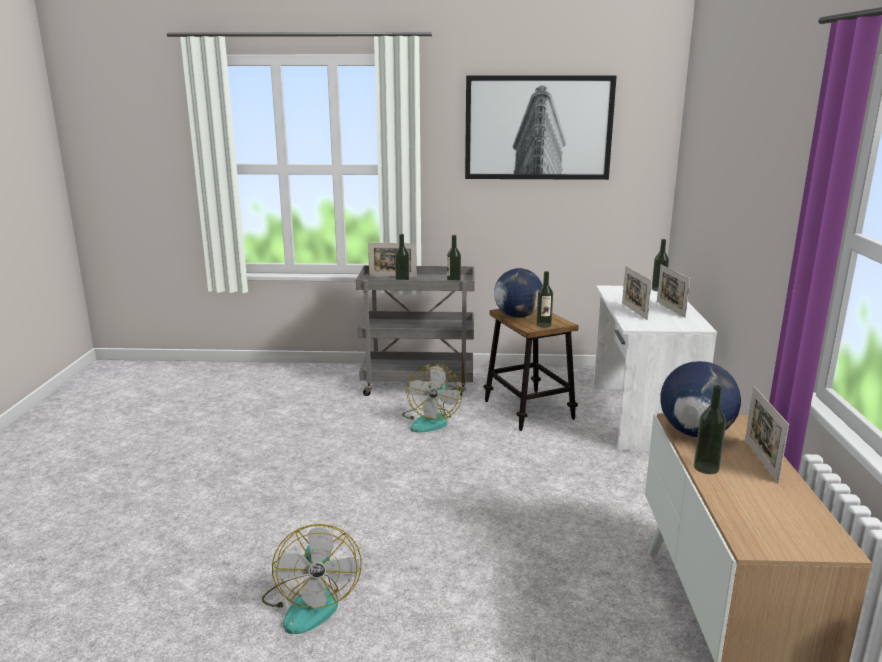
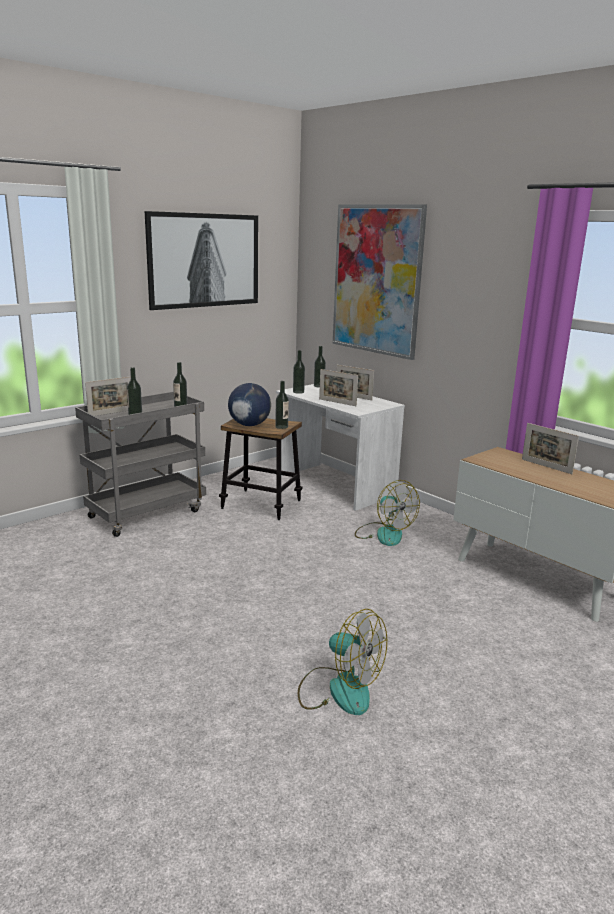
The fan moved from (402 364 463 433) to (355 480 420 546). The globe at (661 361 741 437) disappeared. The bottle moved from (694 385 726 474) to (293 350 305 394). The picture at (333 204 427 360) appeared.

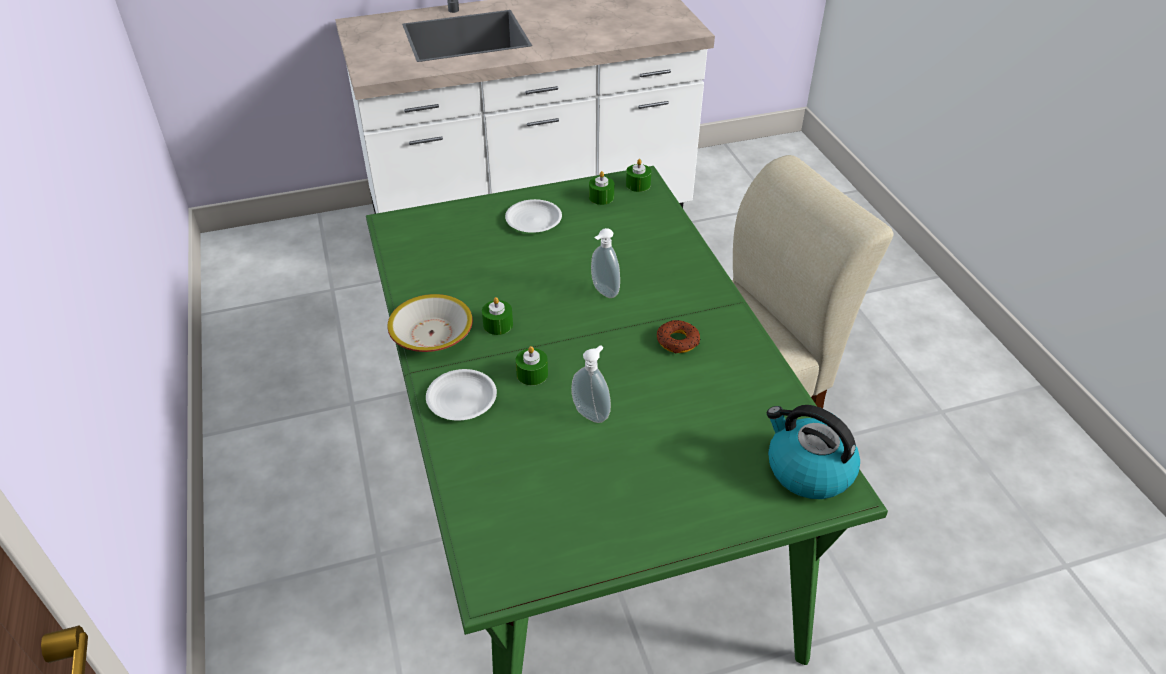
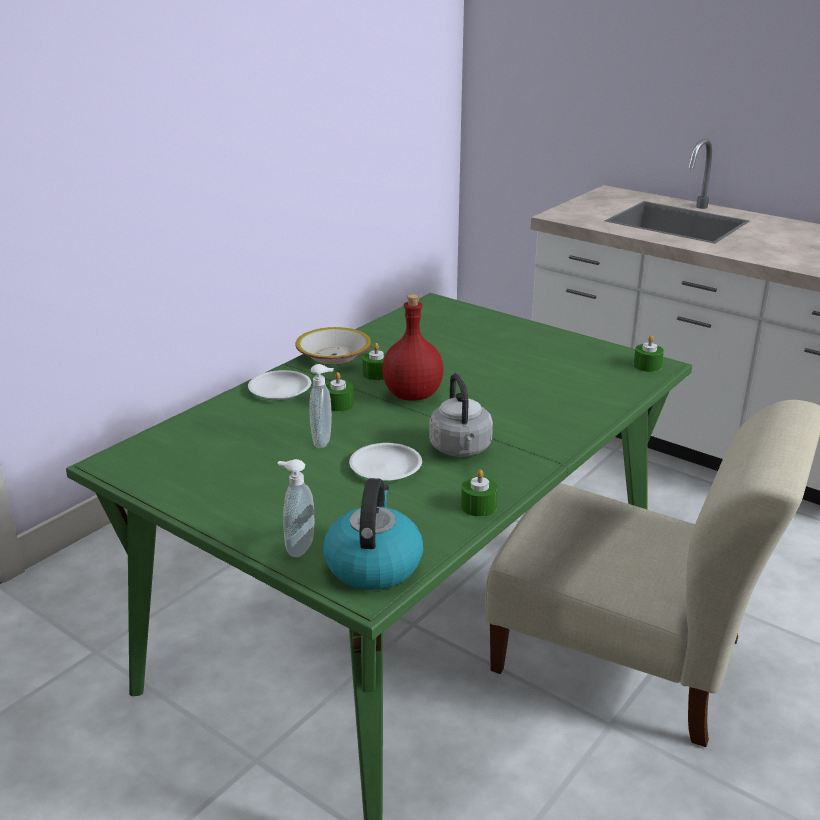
The white plate moved from (505 199 562 233) to (349 443 422 481). The green candle moved from (589 171 614 205) to (461 469 498 517). The soap dispenser moved from (591 228 620 298) to (278 459 315 557). The donut at (657 320 700 353) was replaced by the grey kettle at (429 373 493 457). The red bottle at (382 294 444 401) appeared.

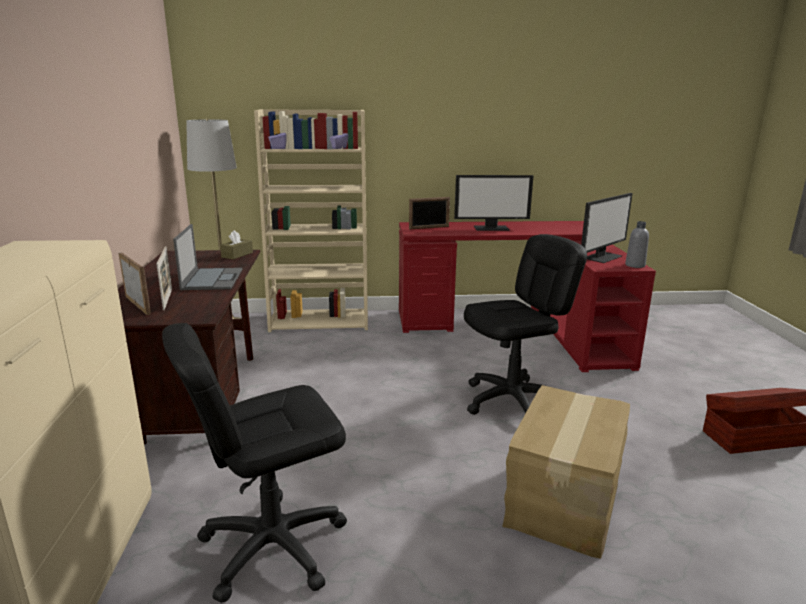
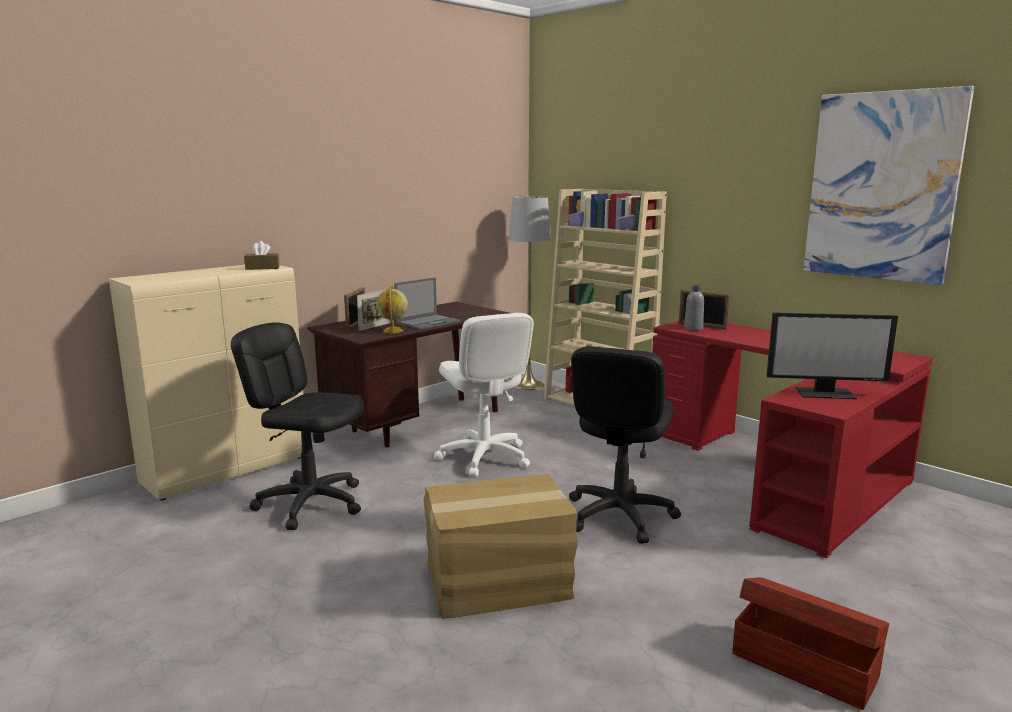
The brown tissue box moved from (220 230 253 259) to (244 241 279 270). The monitor at (454 175 534 231) disappeared. The black office chair at (464 234 587 415) turned 90 degrees clockwise. The grey bottle moved from (625 221 649 268) to (684 285 704 331). The globe at (376 284 408 333) appeared. The white office chair at (434 313 534 477) appeared. The picture at (803 86 974 285) appeared.

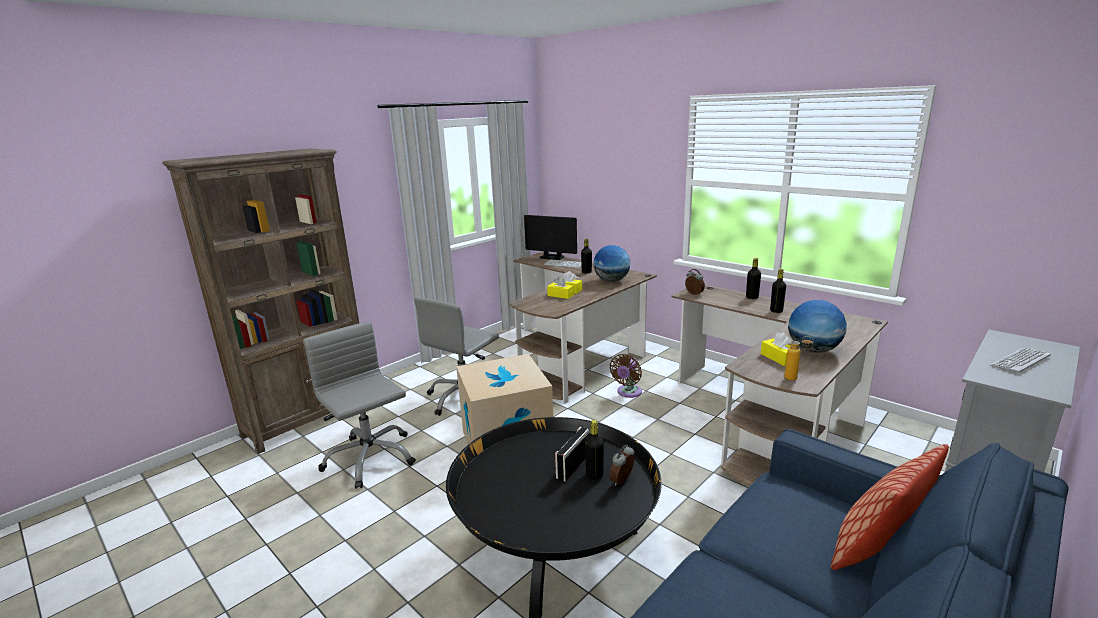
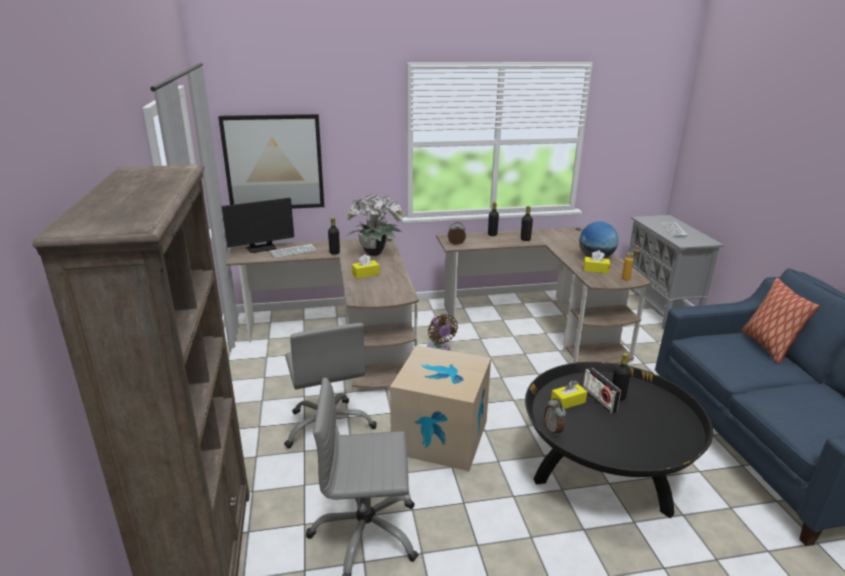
The yellow tissue box moved from (547 276 574 299) to (551 380 587 409). The globe at (593 245 630 282) was replaced by the potted plant at (344 194 406 256). The alarm clock moved from (610 445 634 486) to (544 398 566 436). The picture at (218 114 324 209) appeared.

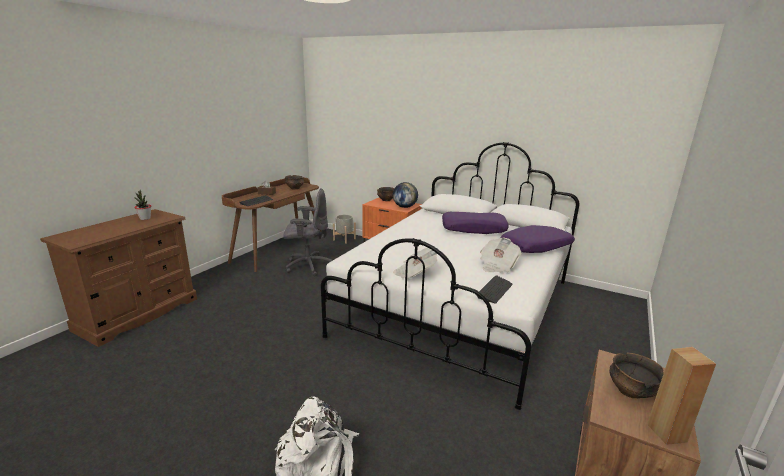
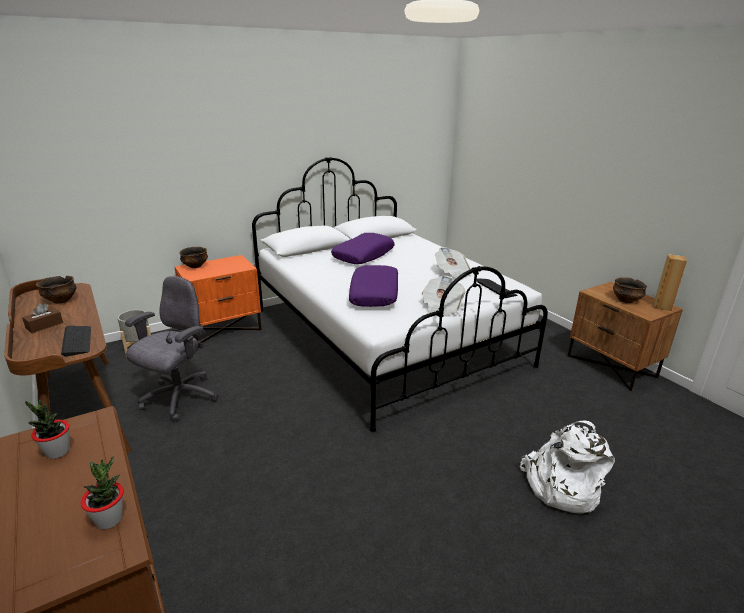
The globe at (393 182 418 208) disappeared. The purple pillow moved from (501 225 575 253) to (349 265 398 307). The potted plant at (81 456 124 529) appeared.

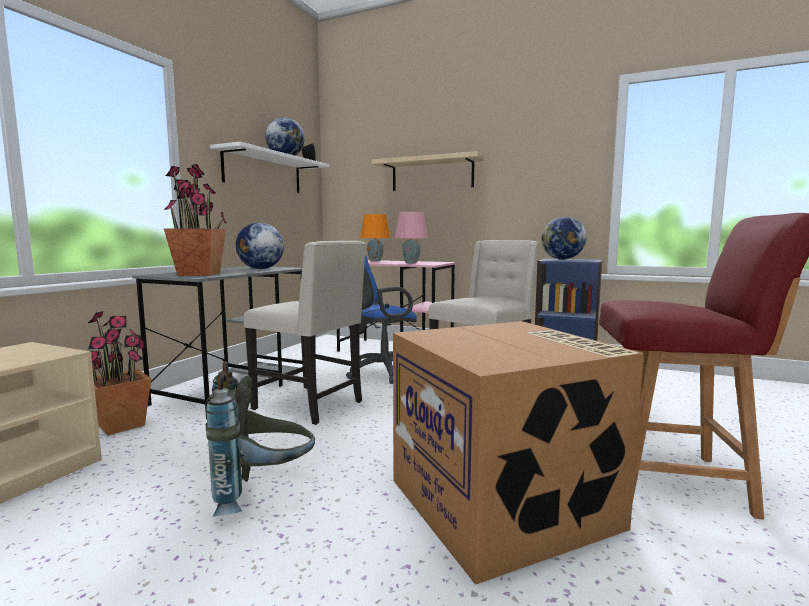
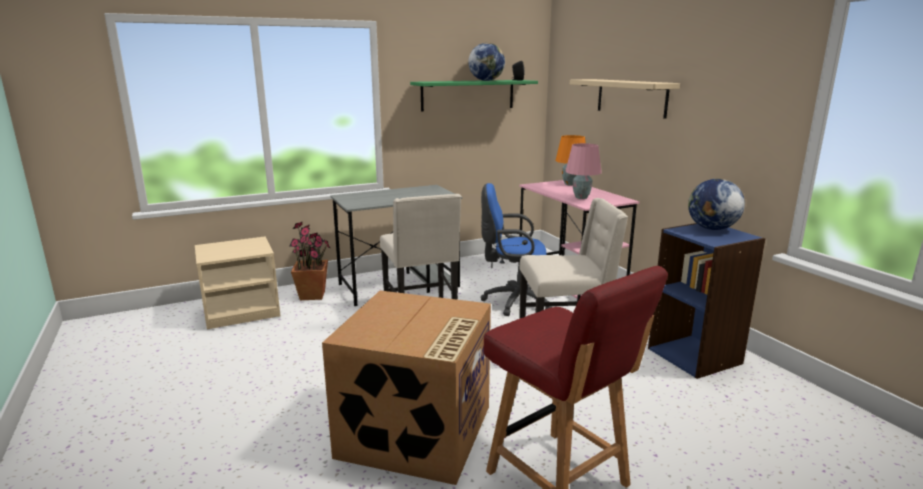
The potted plant at (163 164 226 276) disappeared. The grey backpack at (206 361 315 516) disappeared. The white shelf at (210 142 330 193) became the green shelf at (410 80 538 112). The globe at (235 222 284 269) disappeared.

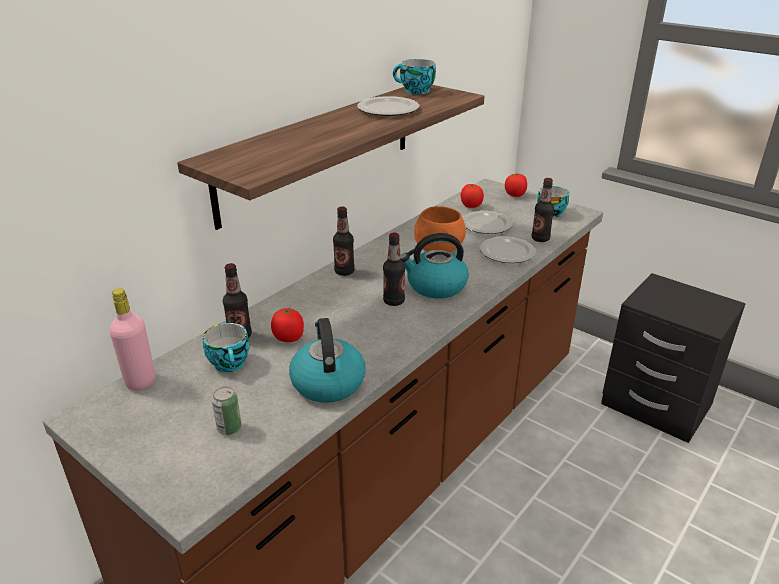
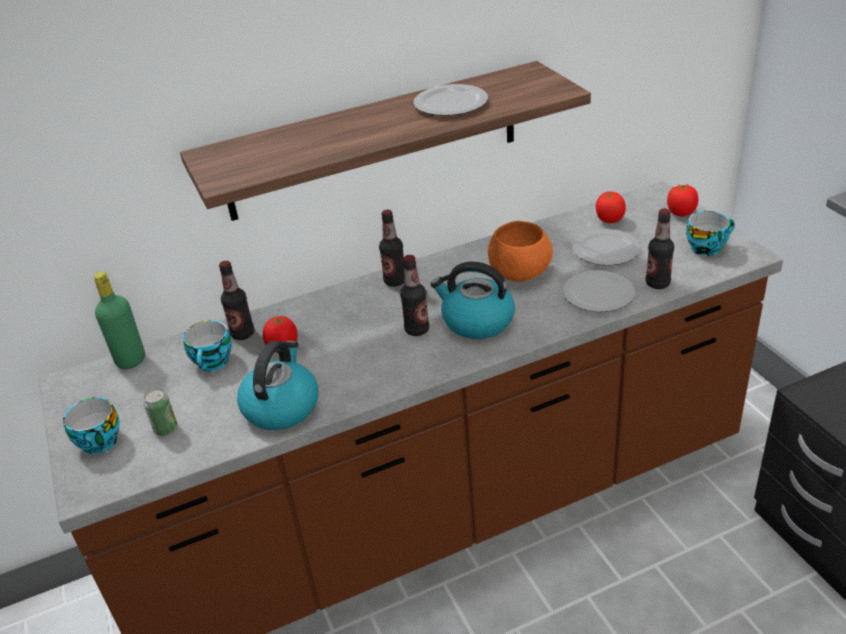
The pink bottle at (110 288 155 391) became the green bottle at (94 272 145 369). The cup moved from (393 59 436 94) to (63 397 120 454).

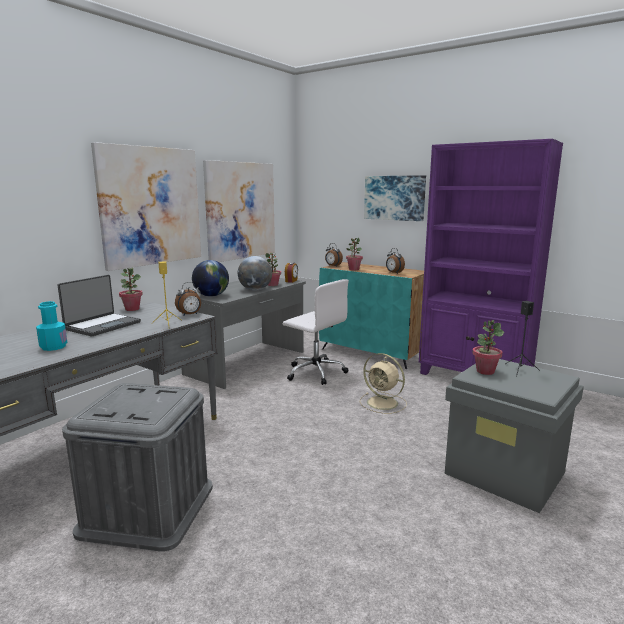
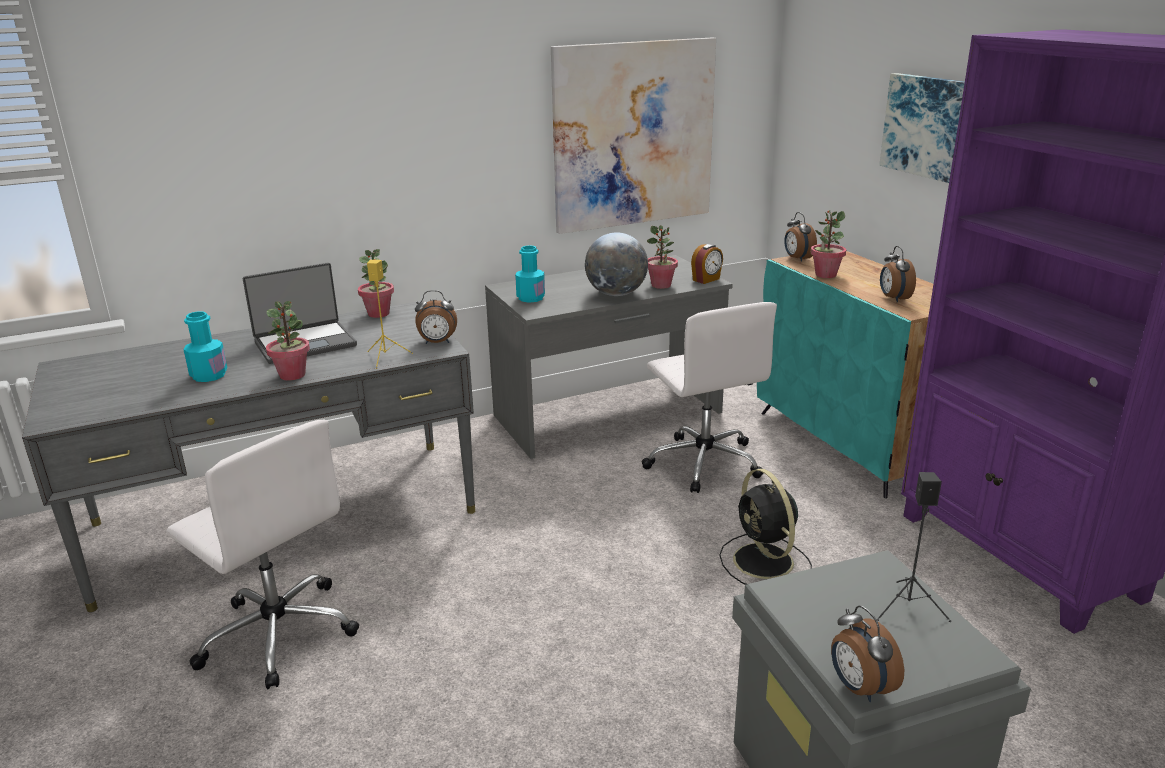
The grey storage box at (62 383 213 551) was replaced by the white office chair at (166 420 359 689). The picture at (91 142 201 271) disappeared. The globe at (192 260 229 297) was replaced by the turquoise bottle at (515 245 545 303). The beige fan at (359 353 407 414) became the black fan at (719 469 812 585). The potted plant moved from (473 320 504 375) to (266 301 310 381). The alarm clock at (831 605 904 702) appeared.

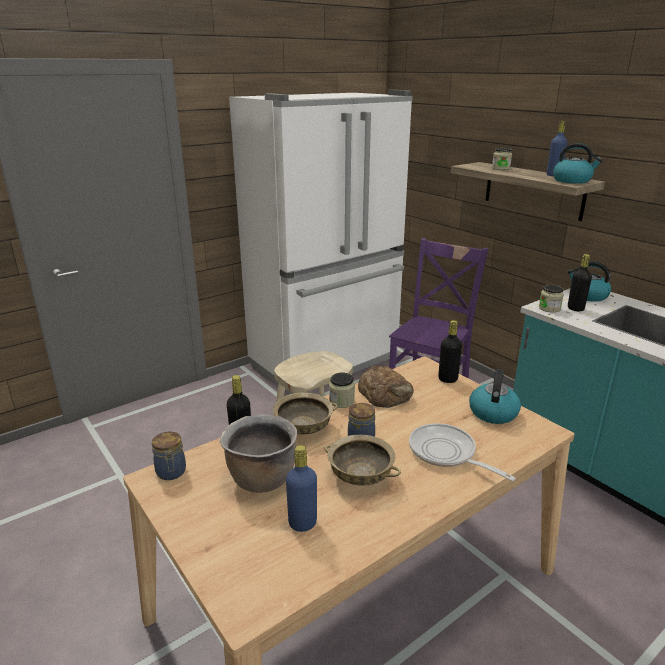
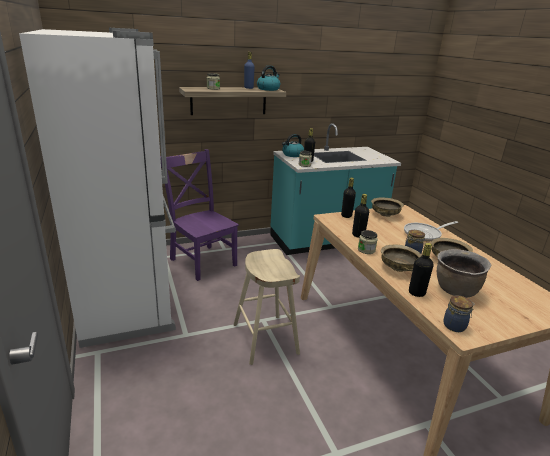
The blue bottle at (286 445 317 532) disappeared. The bread at (358 365 414 408) was replaced by the black bottle at (352 194 369 238). The kettle at (469 369 521 424) was replaced by the beige bowl at (371 197 404 217).

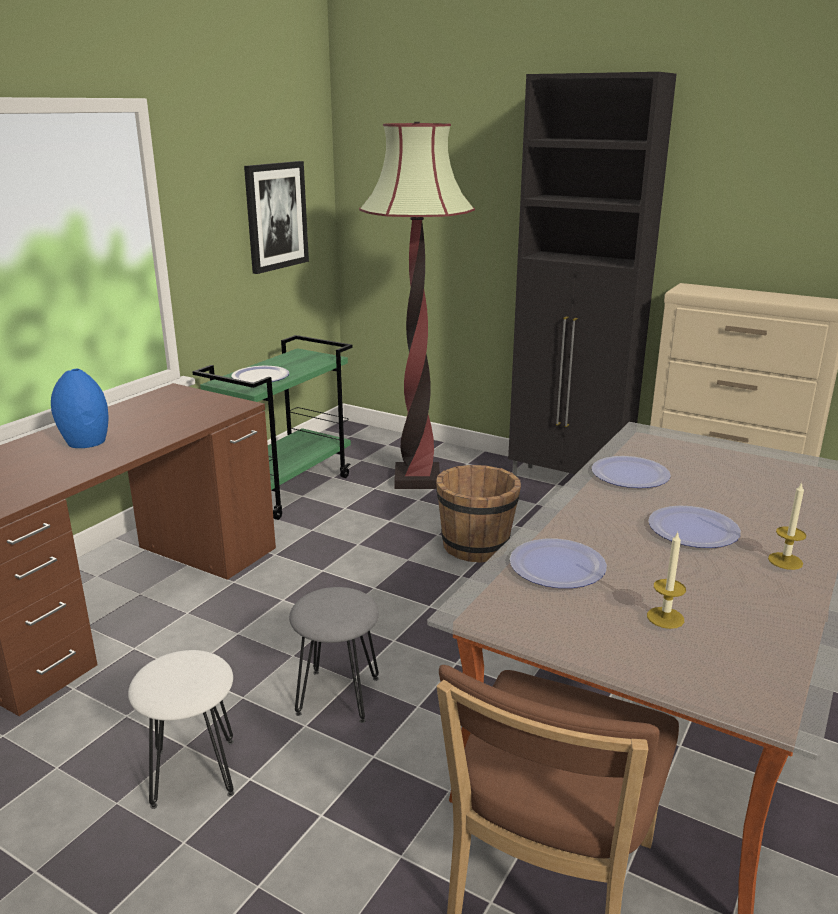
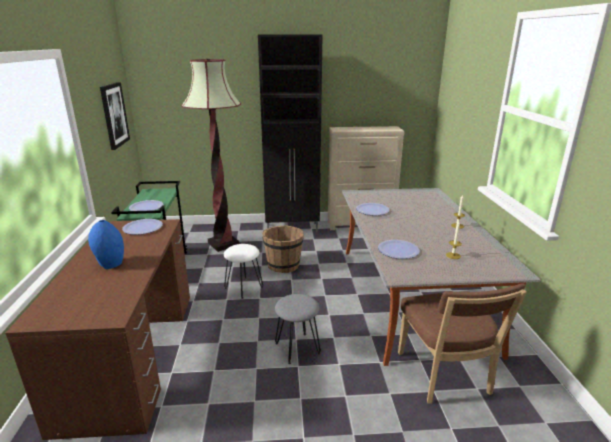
The white stool moved from (128 650 234 809) to (224 244 263 299). The plate moved from (648 506 741 548) to (122 219 163 235).

